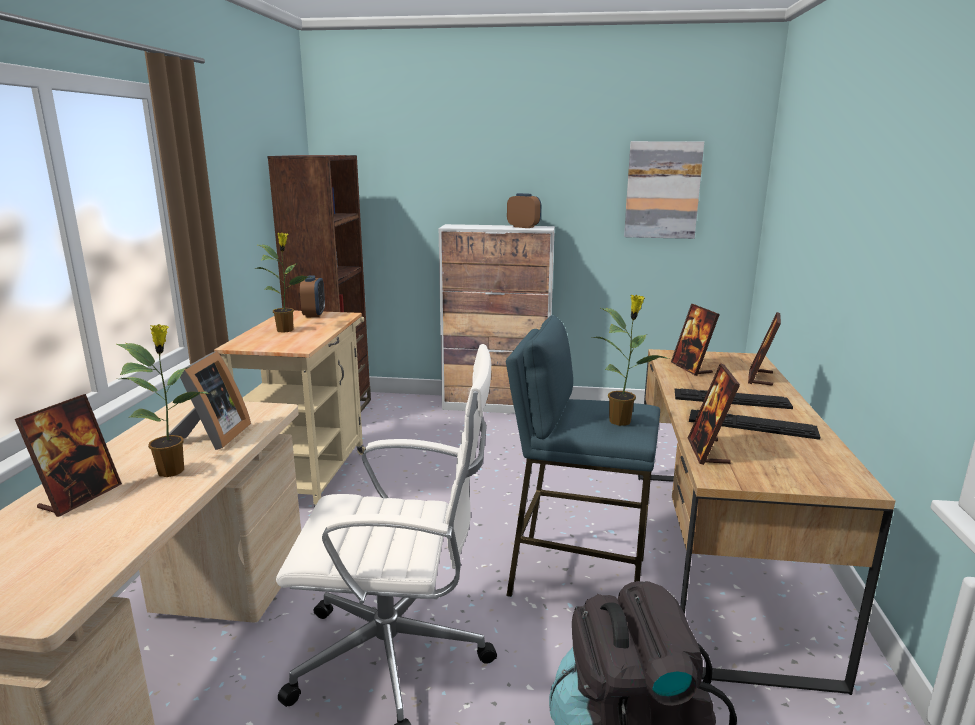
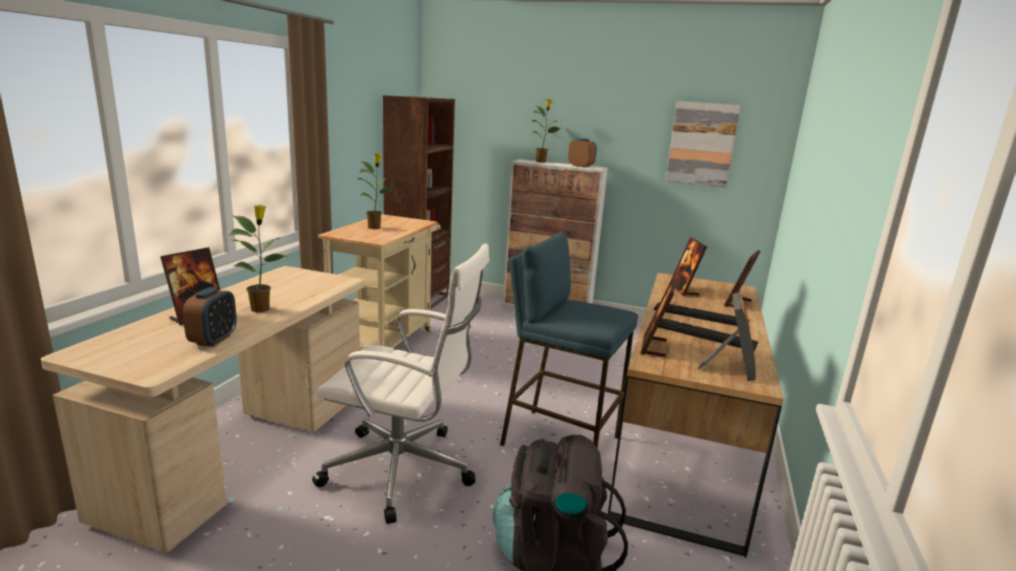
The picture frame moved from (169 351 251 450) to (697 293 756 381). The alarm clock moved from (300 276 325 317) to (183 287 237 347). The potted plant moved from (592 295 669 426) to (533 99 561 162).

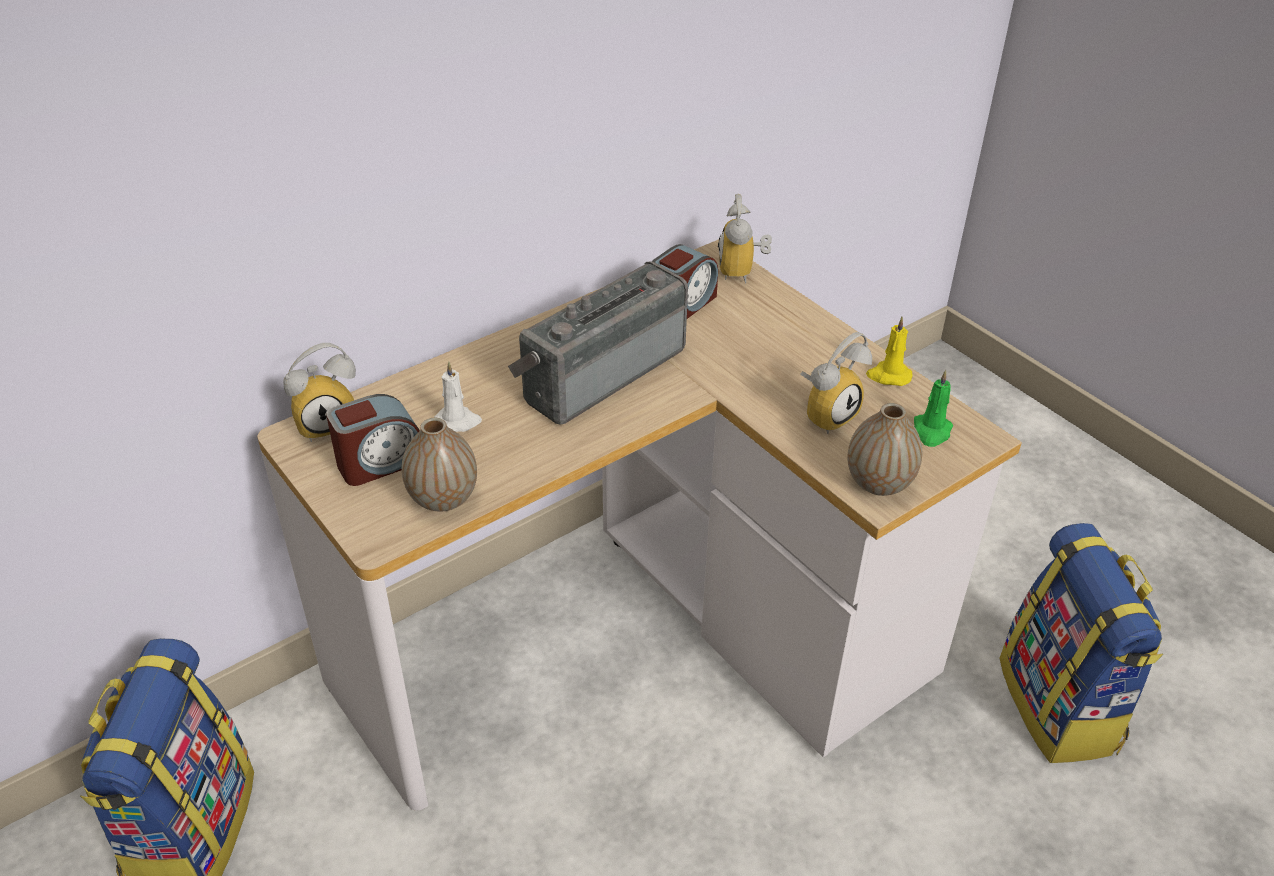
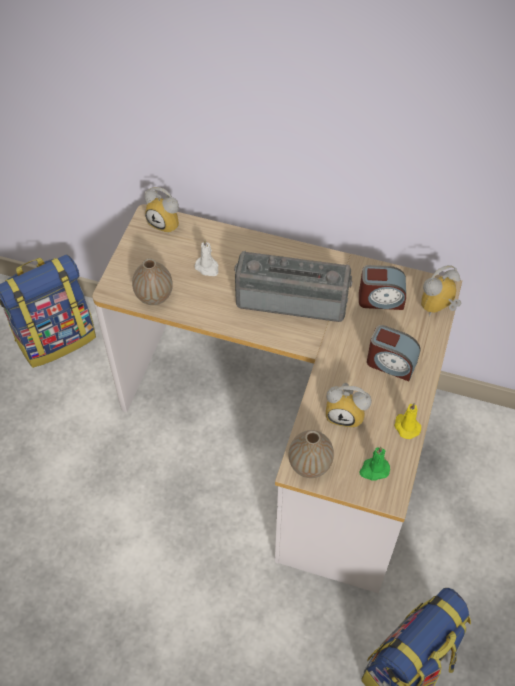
The alarm clock moved from (326 394 420 486) to (367 325 420 381).

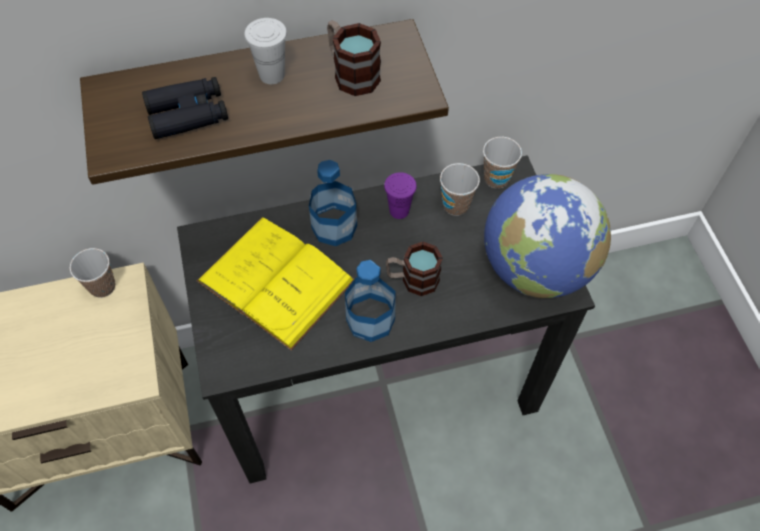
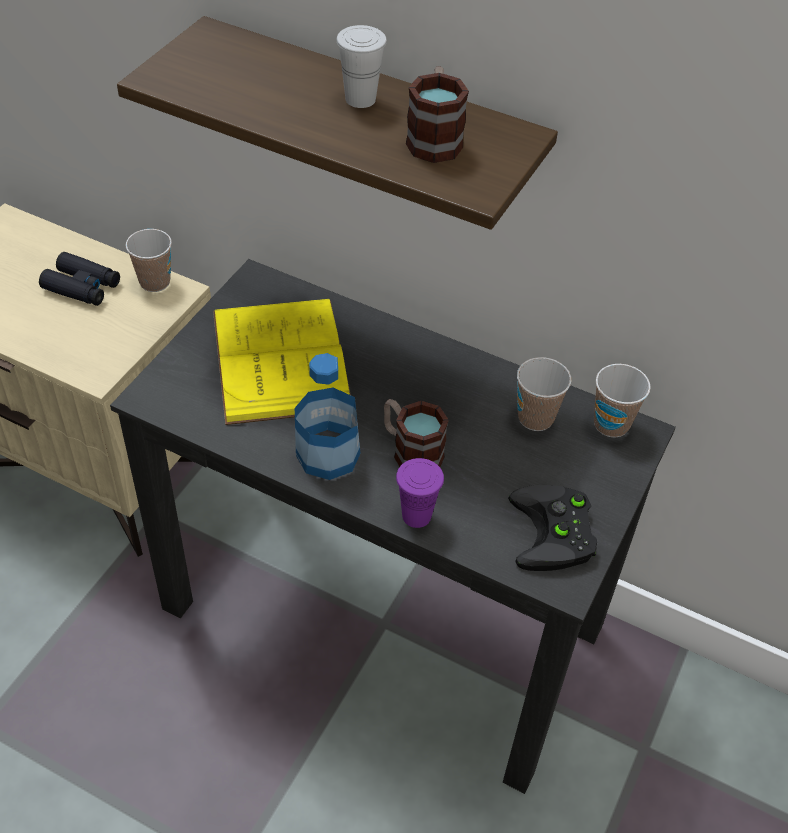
The black binoculars moved from (142 77 228 139) to (39 252 120 306). The bottle at (309 160 357 246) disappeared. The purple cup moved from (384 172 417 219) to (396 458 444 528). The globe at (484 174 611 298) was replaced by the black game controller at (508 485 597 571).

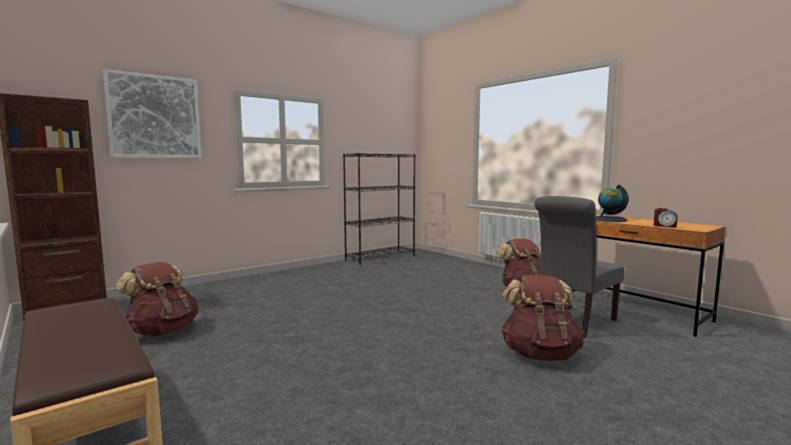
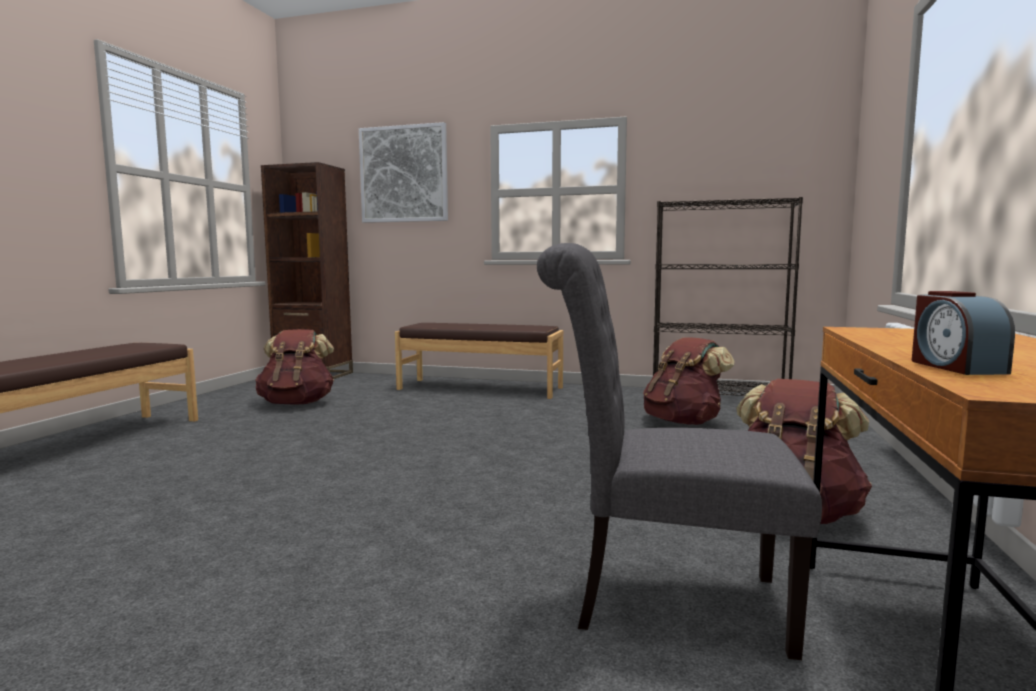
The brown backpack moved from (501 275 584 361) to (643 337 735 425). The globe at (596 184 629 222) disappeared. The brown bench at (395 323 563 399) appeared.

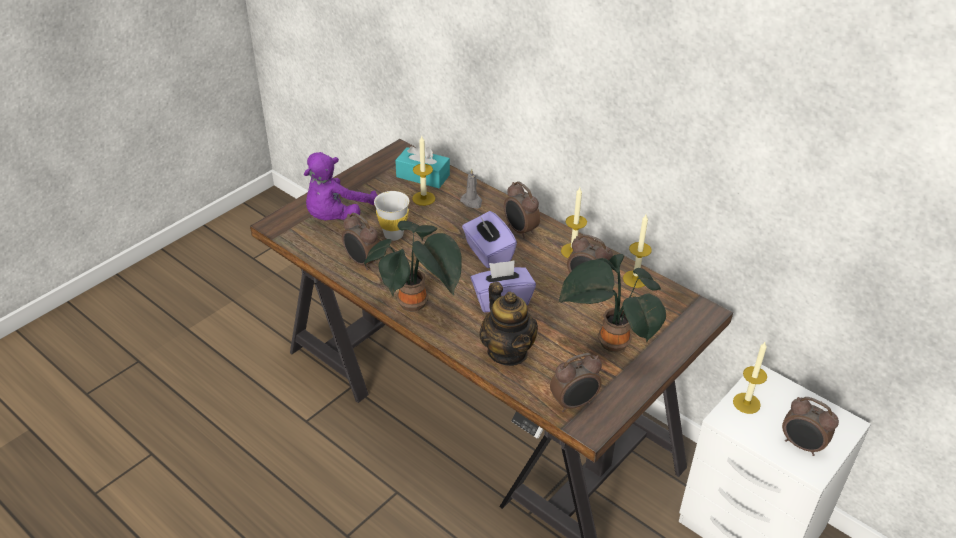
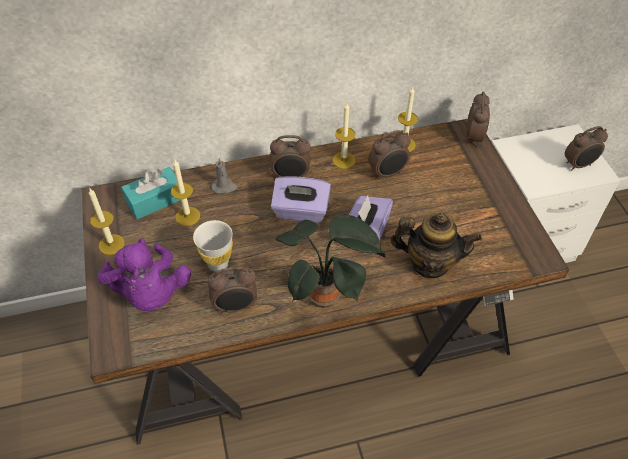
The alarm clock moved from (550 353 602 412) to (466 92 490 147). The potted plant at (557 254 666 352) disappeared. The candle moved from (733 342 767 414) to (89 189 125 255).

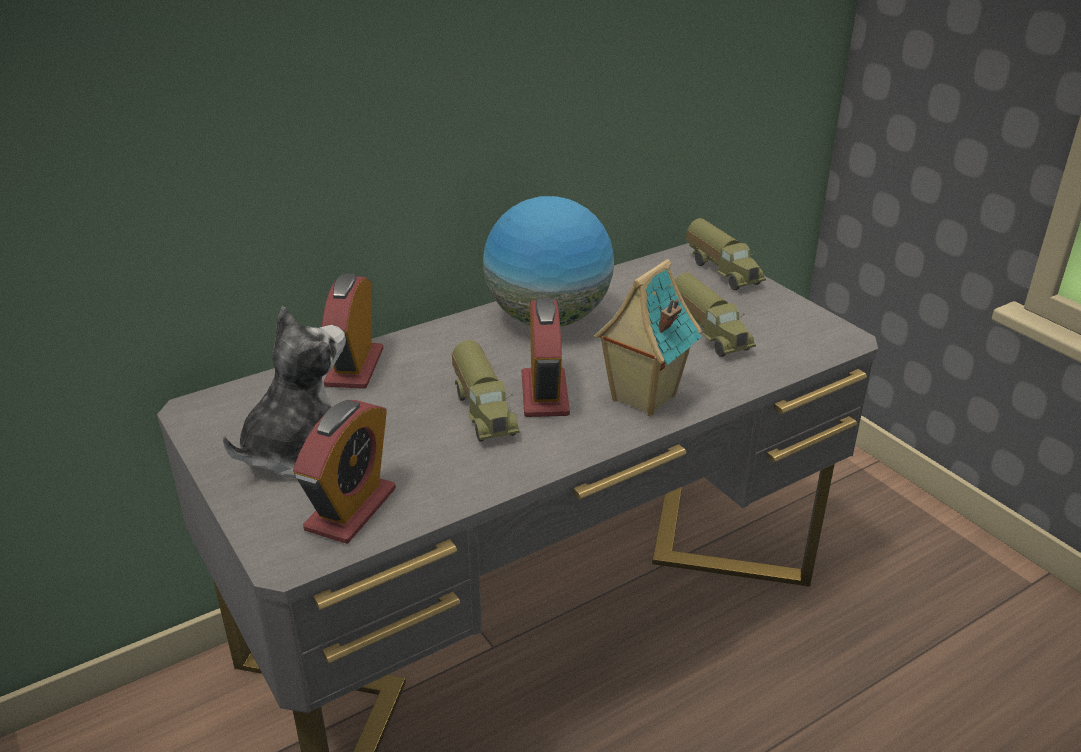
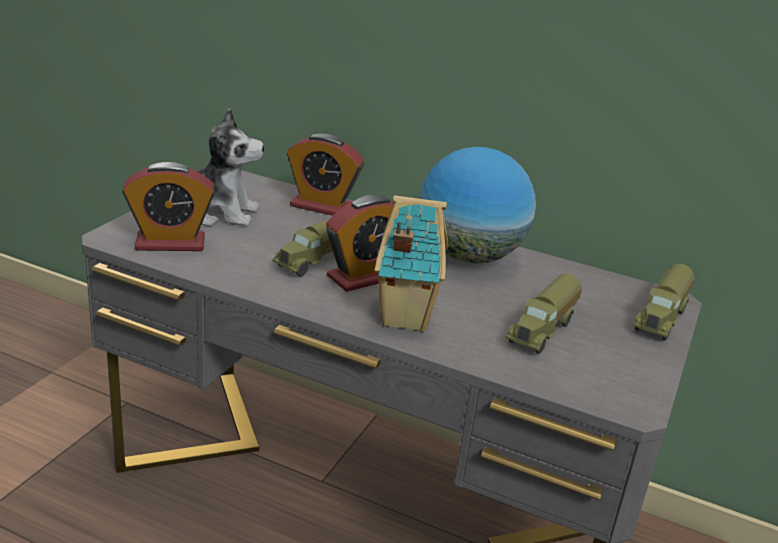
The alarm clock at (322 273 383 389) turned 135 degrees counterclockwise.

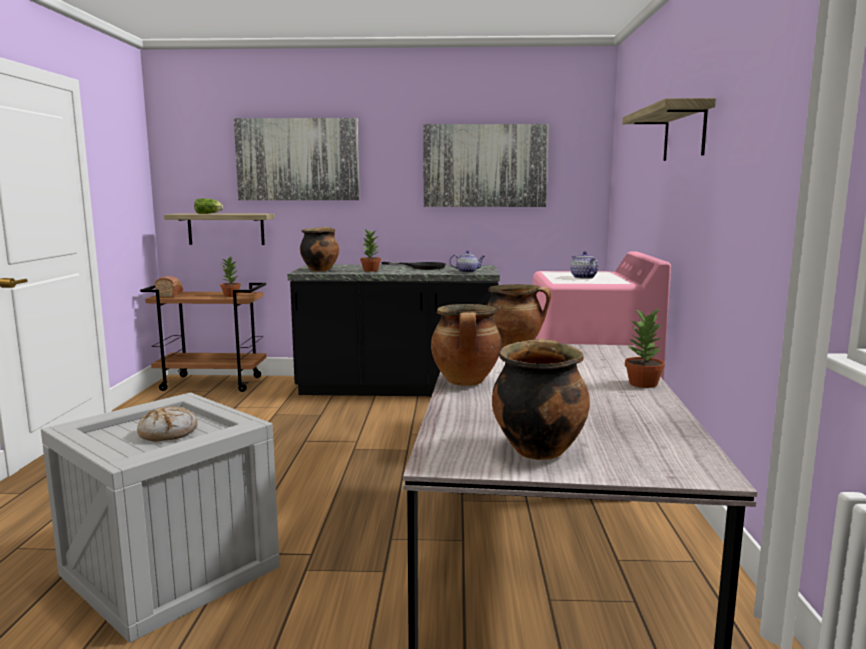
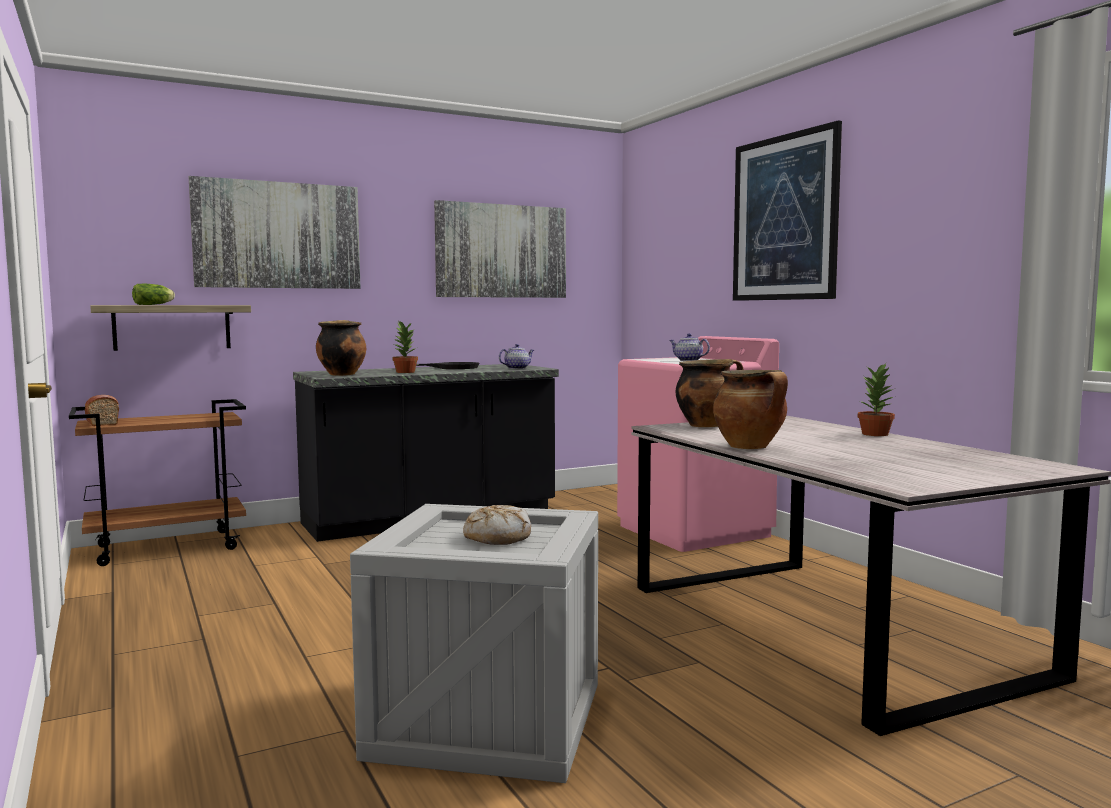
The potted plant at (220 257 241 297) disappeared. The cooking pot at (492 338 590 460) disappeared. The shelf at (622 98 716 161) was replaced by the picture at (733 120 842 301).

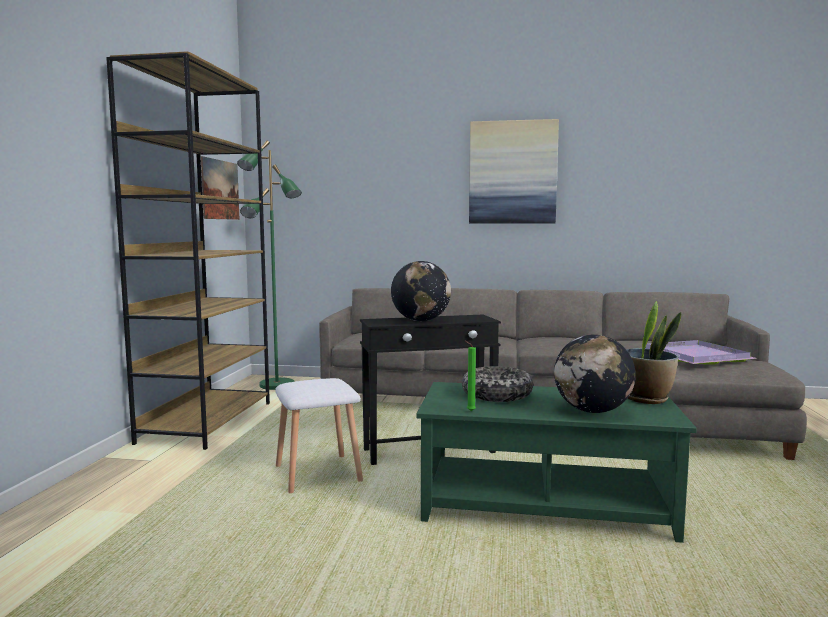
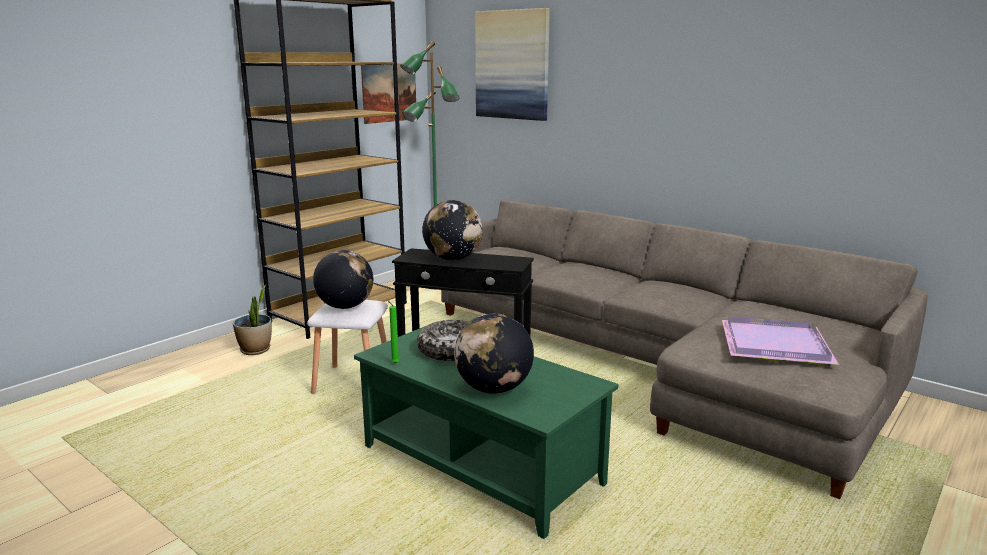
The picture moved from (469 119 559 224) to (475 8 550 121). The potted plant moved from (626 301 681 404) to (233 285 272 355). The globe at (313 250 373 309) appeared.

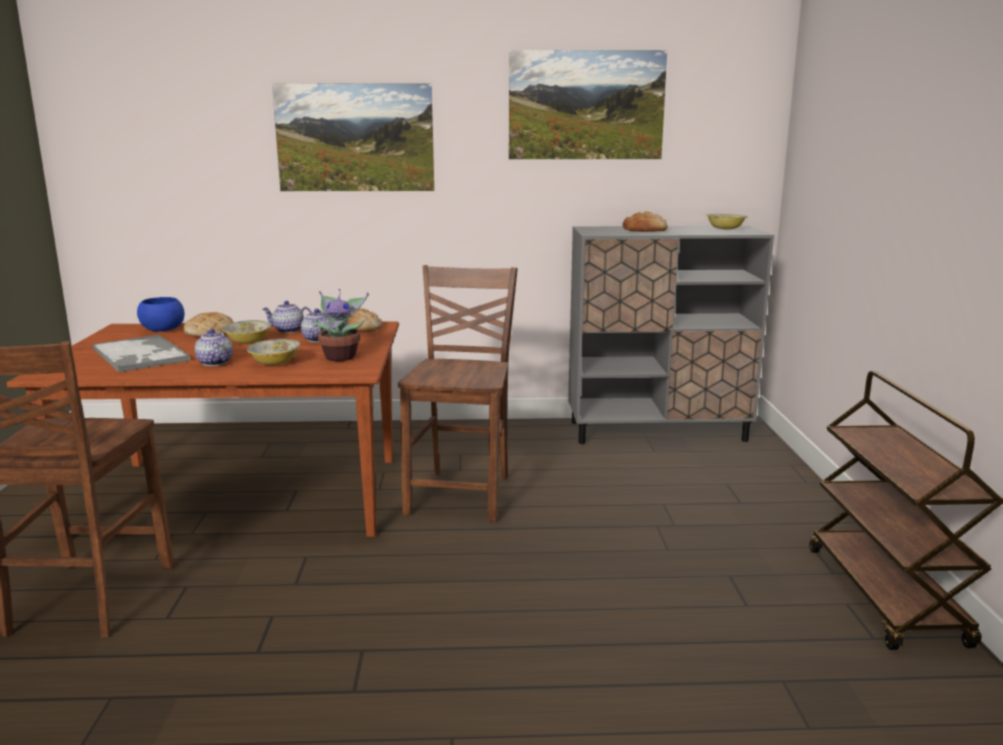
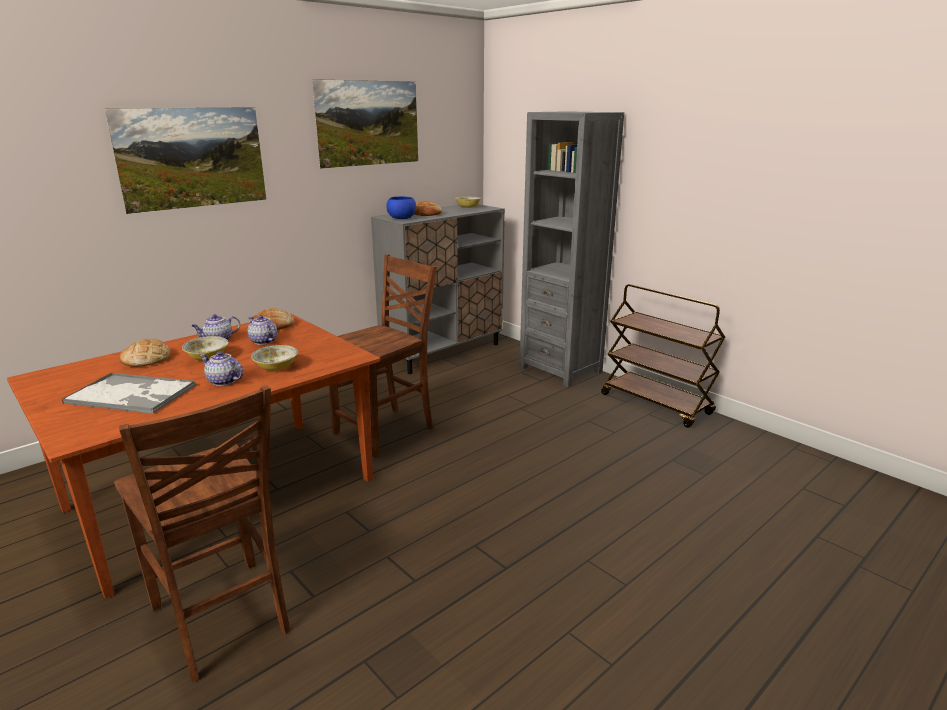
The blue bowl moved from (137 297 184 332) to (386 196 416 219). The potted plant at (312 289 369 361) disappeared. The brown chair at (398 265 518 522) turned 75 degrees clockwise. The grey bookcase at (520 111 624 387) appeared.

